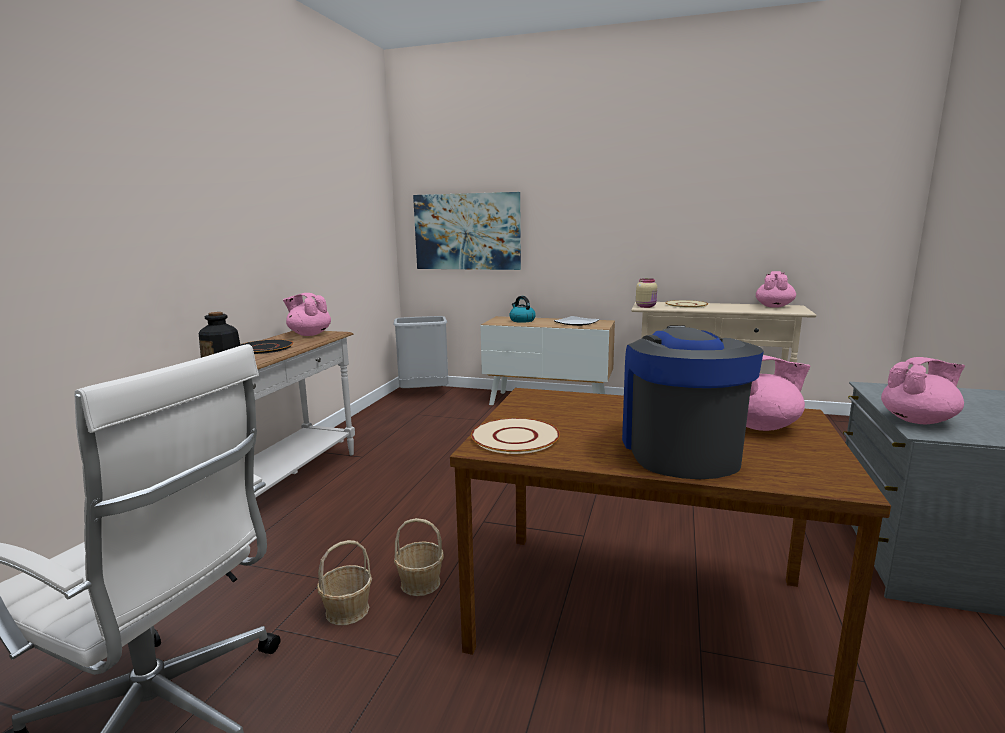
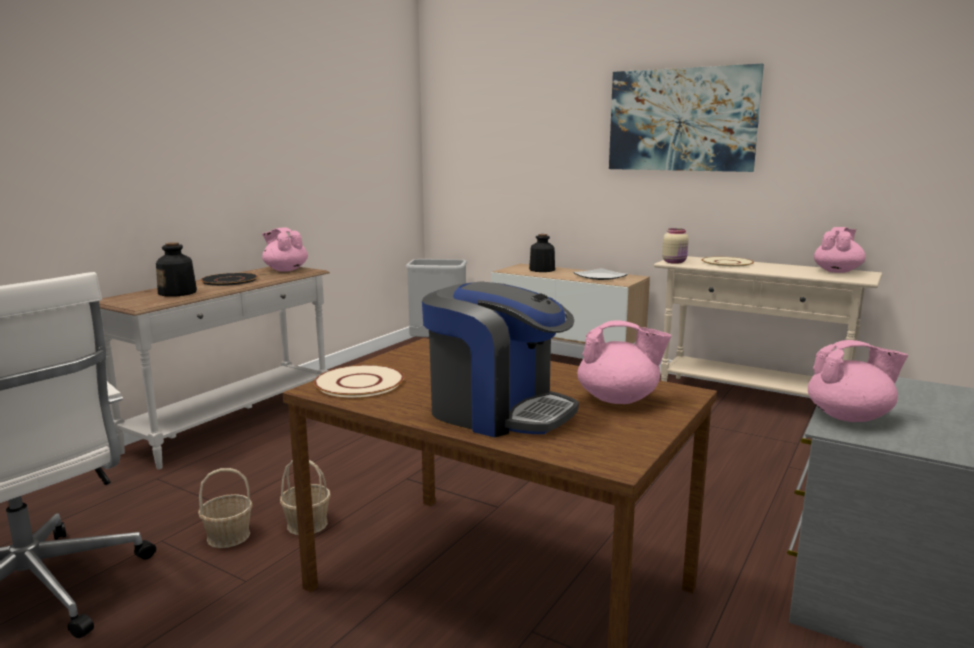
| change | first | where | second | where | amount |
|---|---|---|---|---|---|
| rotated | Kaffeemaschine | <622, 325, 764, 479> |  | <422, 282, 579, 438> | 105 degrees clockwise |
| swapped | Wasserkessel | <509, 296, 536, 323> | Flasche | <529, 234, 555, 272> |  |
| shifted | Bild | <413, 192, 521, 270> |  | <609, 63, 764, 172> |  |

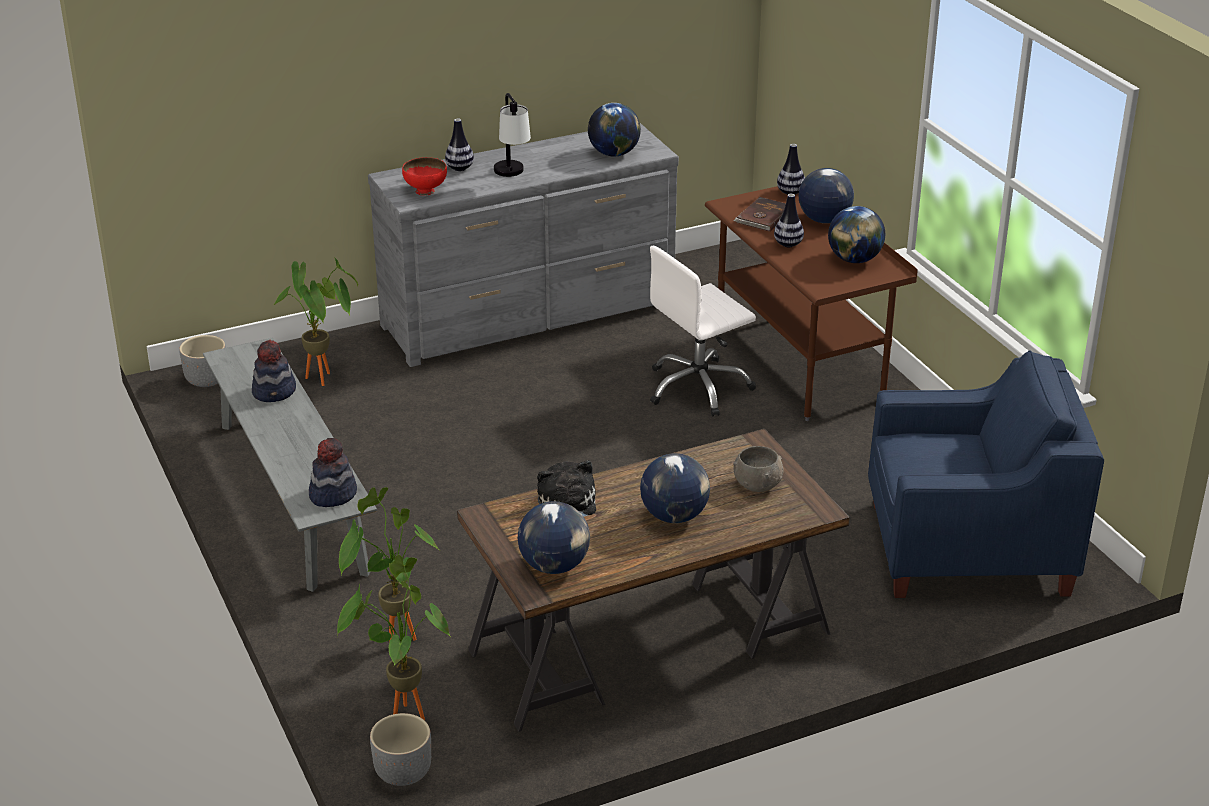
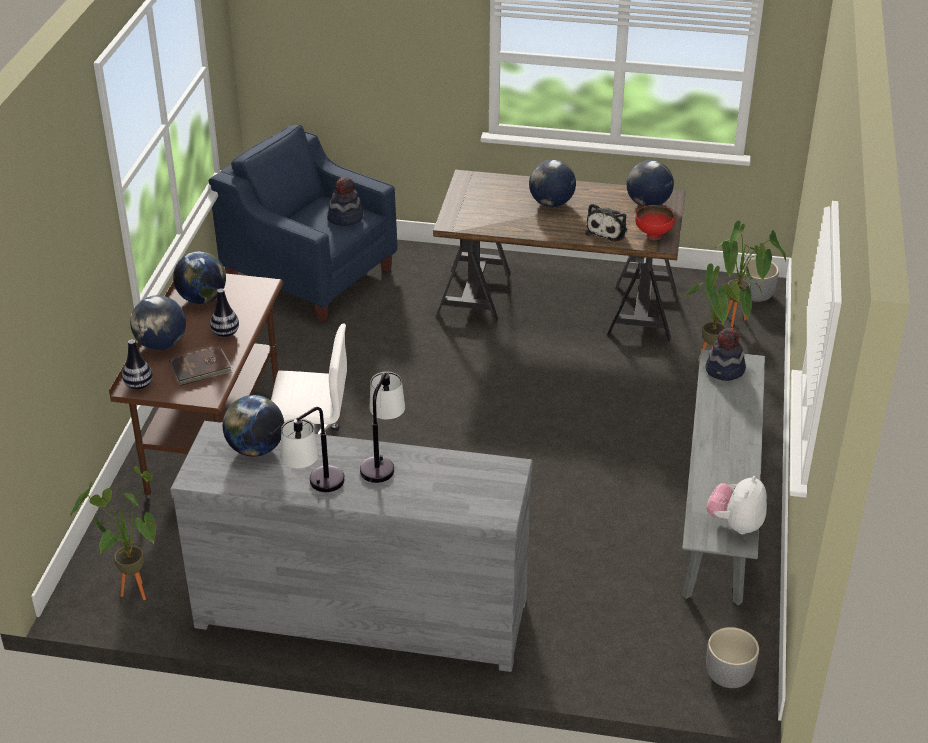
| change | first | where | second | where | amount |
|---|---|---|---|---|---|
| shifted | Topfpflanze | <273, 257, 358, 386> |  | <70, 466, 156, 600> |  |
| new |  |  | Tischlampe | <281, 407, 345, 492> |  |
| shifted | Hut | <252, 339, 296, 402> |  | <327, 177, 363, 226> |  |
| shifted | Schüssel [rot] | <402, 157, 447, 196> |  | <635, 205, 675, 240> |  |
| new |  |  | Plüschtier | <707, 476, 767, 534> |  |
| gone | Vase | <445, 119, 474, 171> |  |  |  |
| gone | Schüssel [grau] | <733, 446, 784, 492> |  |  |  |

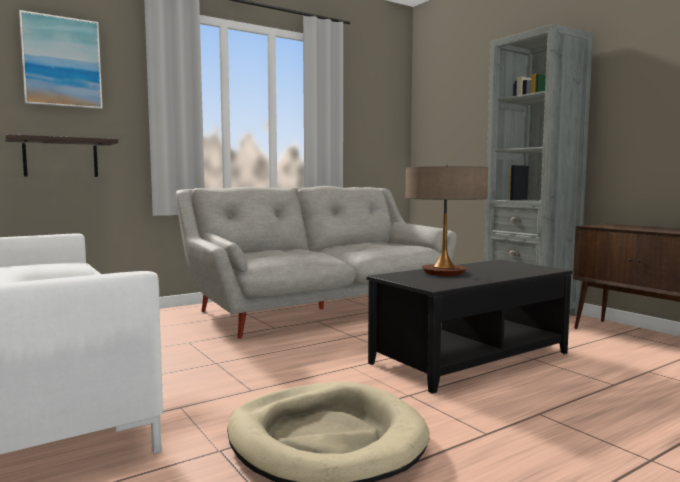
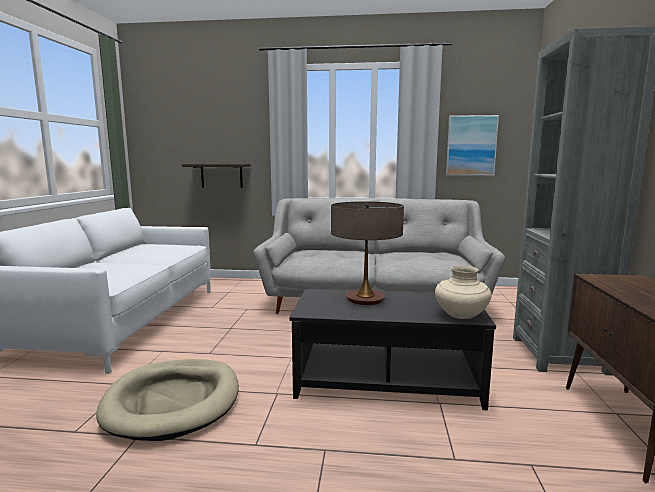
| change | first | where | second | where | amount |
|---|---|---|---|---|---|
| new |  |  | Vase [beige] | <435, 266, 492, 319> |  |
| shifted | Bild | <19, 10, 103, 109> |  | <446, 115, 499, 176> |  |

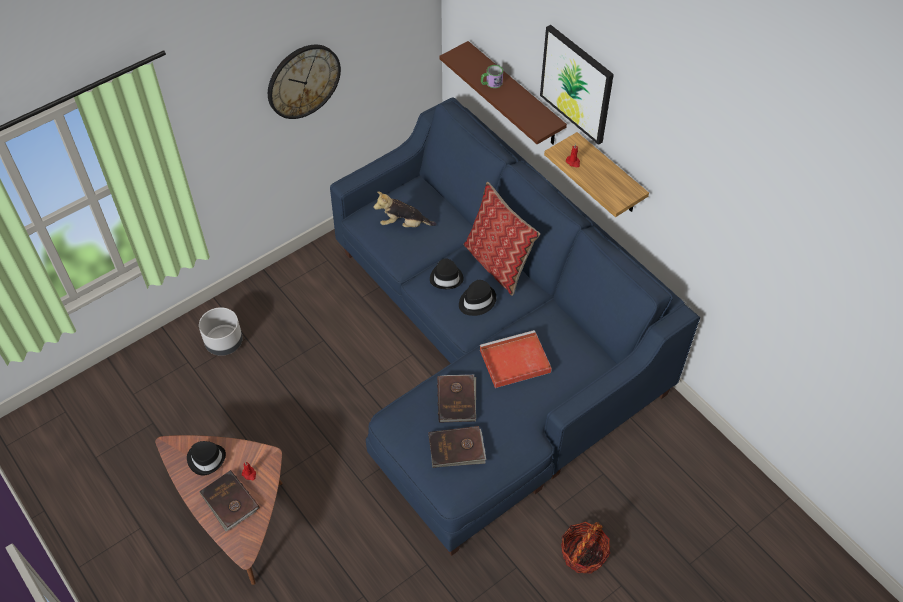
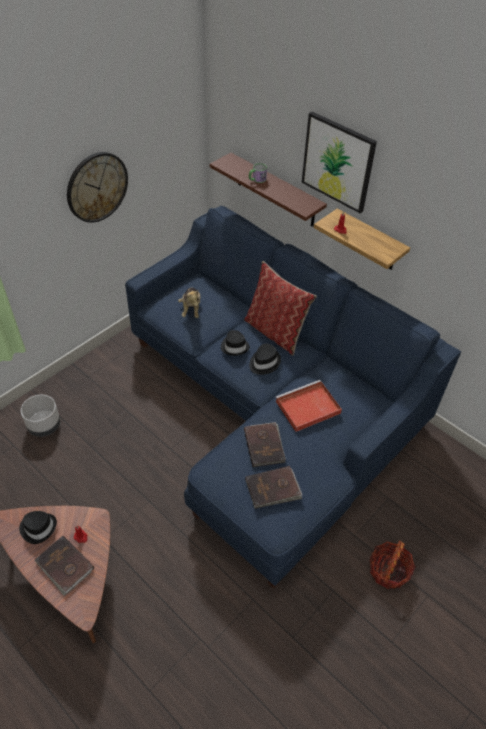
| change | first | where | second | where | amount |
|---|---|---|---|---|---|
| rotated | Plüschtier | <373, 192, 437, 227> |  | <178, 288, 201, 318> | 90 degrees counterclockwise |

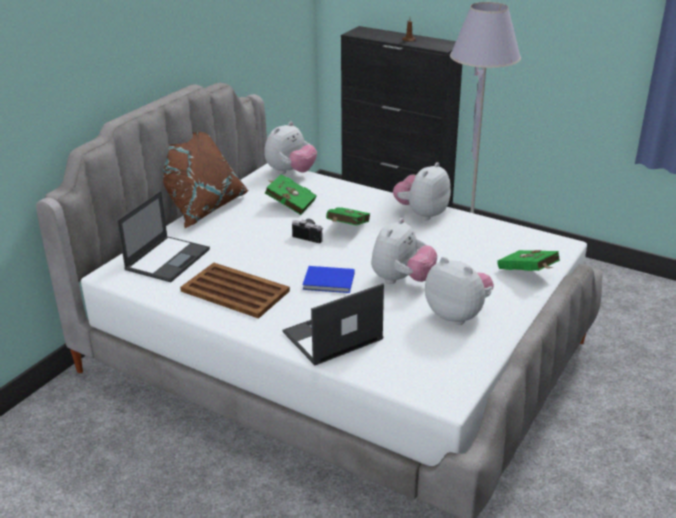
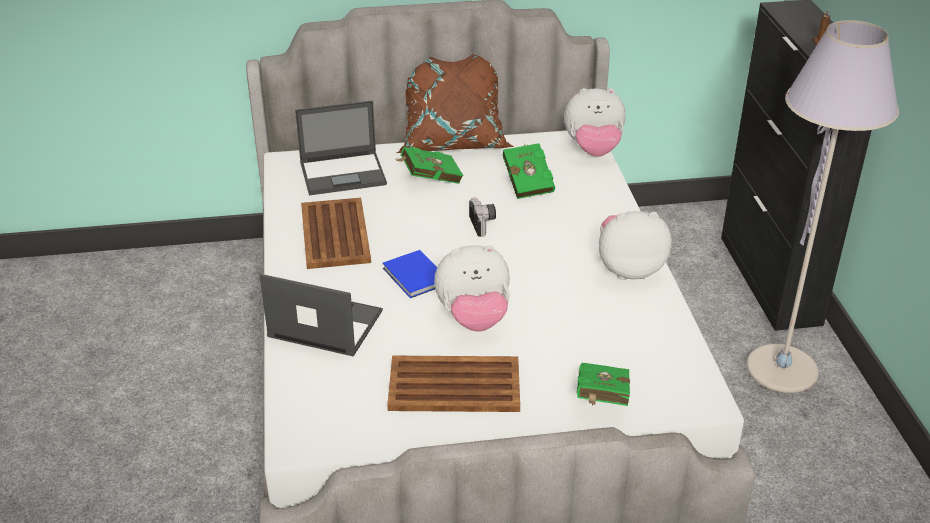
| change | first | where | second | where | amount |
|---|---|---|---|---|---|
| swapped | Plüschtier | <425, 257, 494, 325> | Tablett [braun] | <387, 356, 520, 412> |  |
| shifted | Buch [grün] | <326, 207, 370, 226> |  | <395, 147, 463, 184> |  |

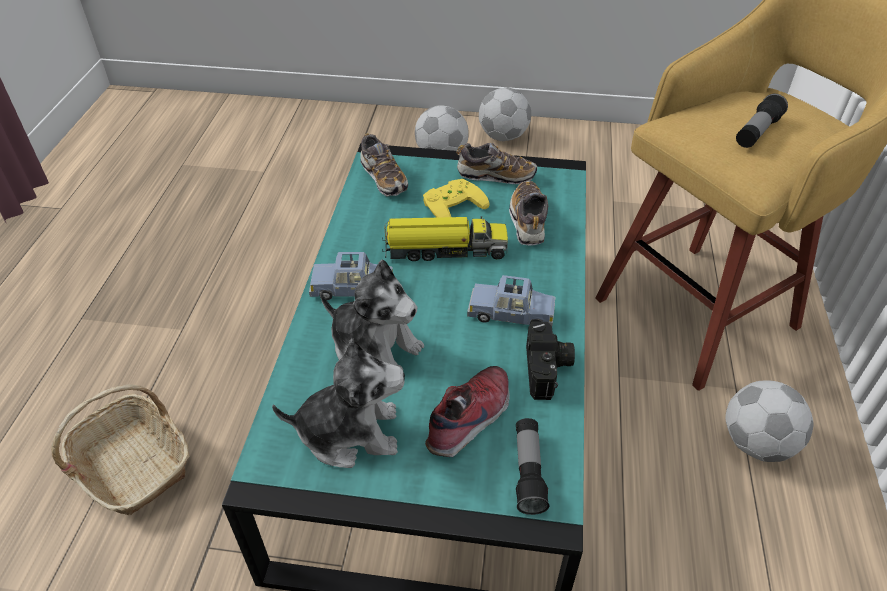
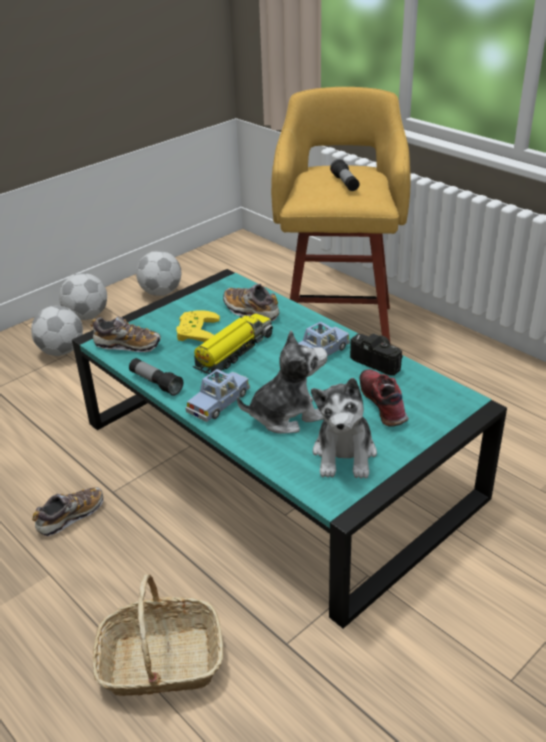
| change | first | where | second | where | amount |
|---|---|---|---|---|---|
| shifted | Schuh | <456, 143, 537, 184> |  | <32, 487, 103, 536> |  |
| shifted | Taschenlampe | <516, 418, 549, 515> |  | <129, 358, 183, 396> |  |
| shifted | Fußball | <725, 380, 814, 462> |  | <136, 251, 182, 296> |  |
| rotated | Plüschtier | <272, 338, 405, 468> |  | <311, 378, 377, 479> | 150 degrees clockwise |

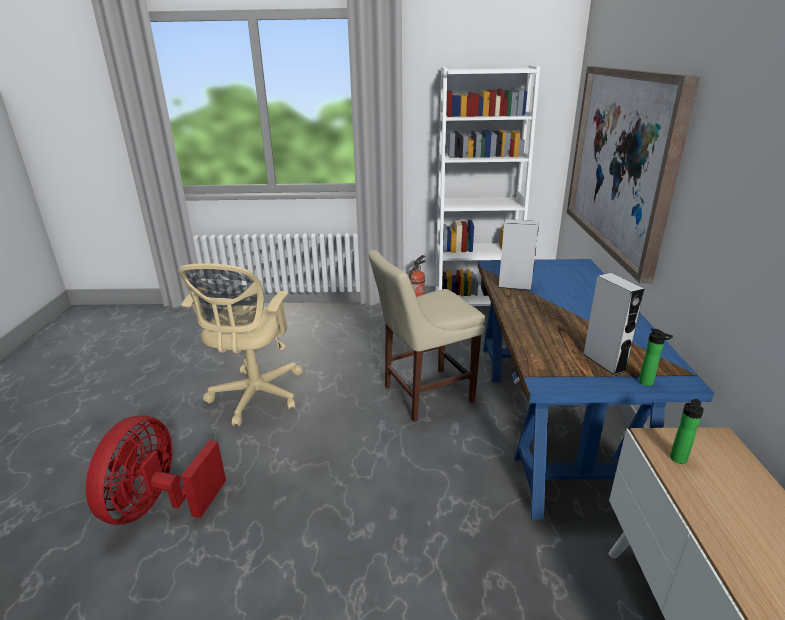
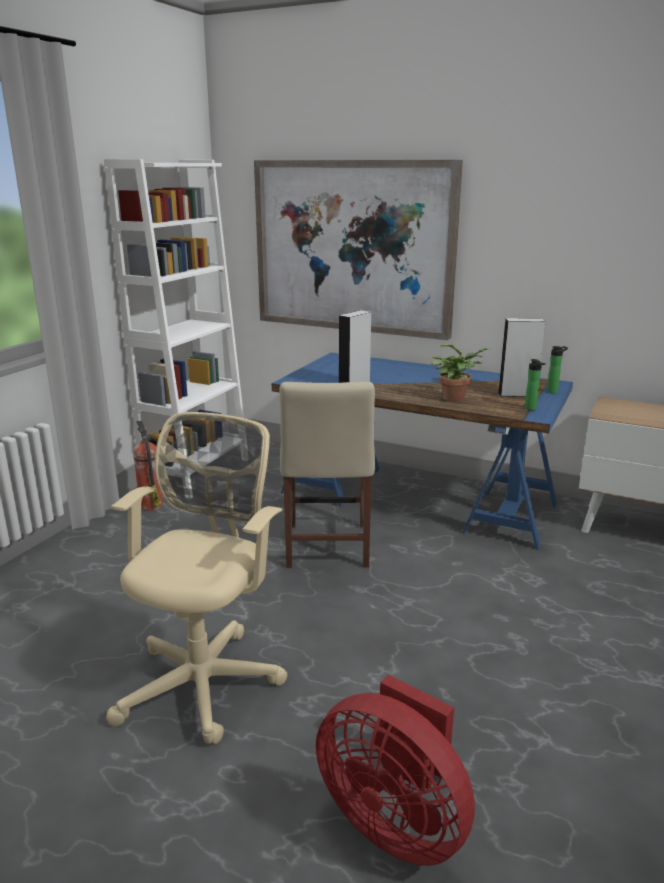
| change | first | where | second | where | amount |
|---|---|---|---|---|---|
| rotated | Bürostuhl [beige] | <178, 263, 303, 426> |  | <106, 412, 287, 744> | 105 degrees counterclockwise |
| new |  |  | Topfpflanze | <431, 344, 491, 402> |  |
| shifted | Flasche | <670, 399, 704, 464> |  | <525, 359, 546, 410> |  |

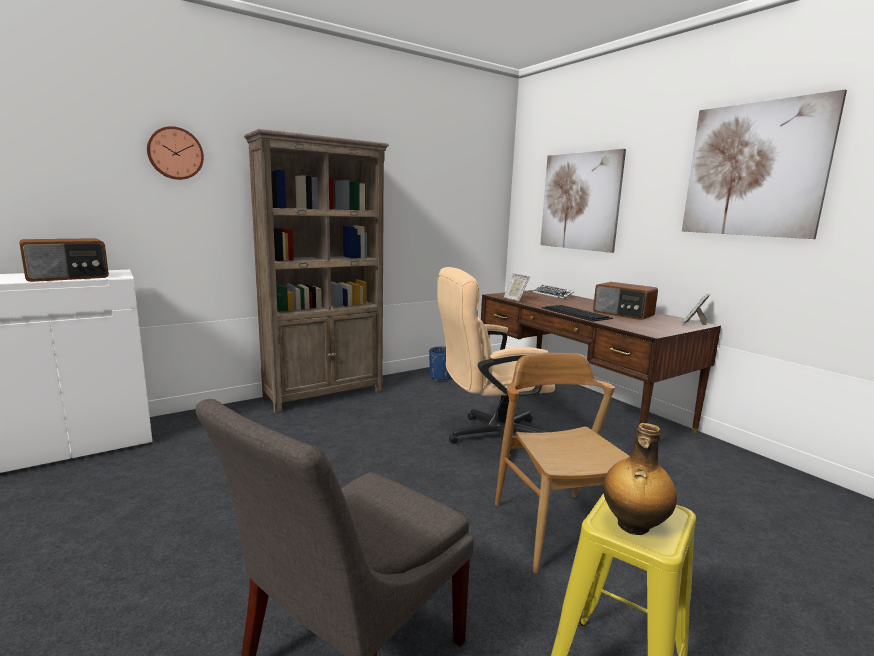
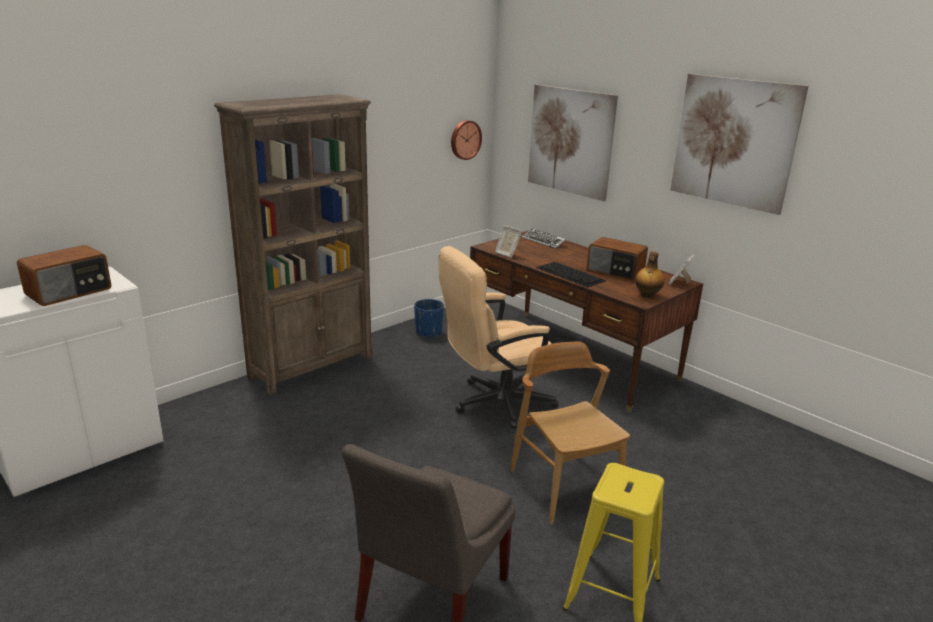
| change | first | where | second | where | amount |
|---|---|---|---|---|---|
| shifted | Wanduhr | <147, 126, 204, 180> |  | <451, 120, 482, 160> |  |
| shifted | Flasche | <603, 423, 677, 535> |  | <635, 251, 665, 298> |  |

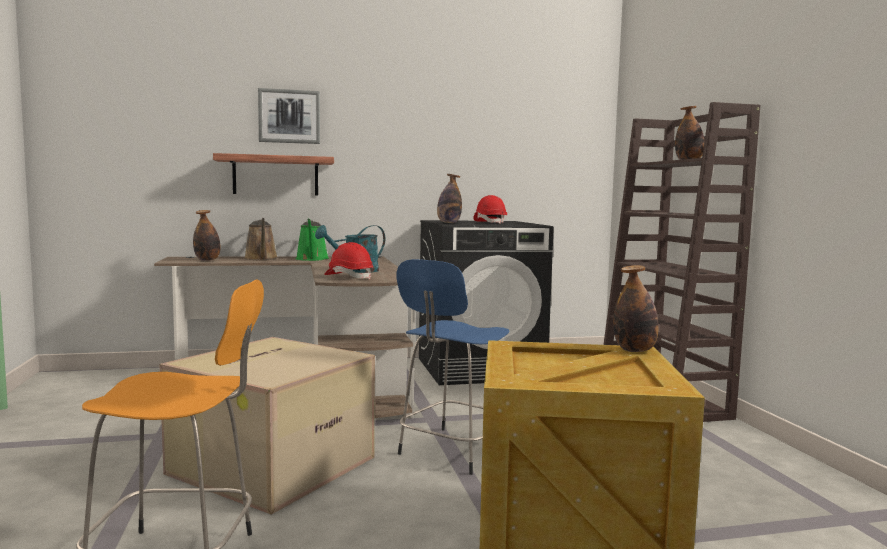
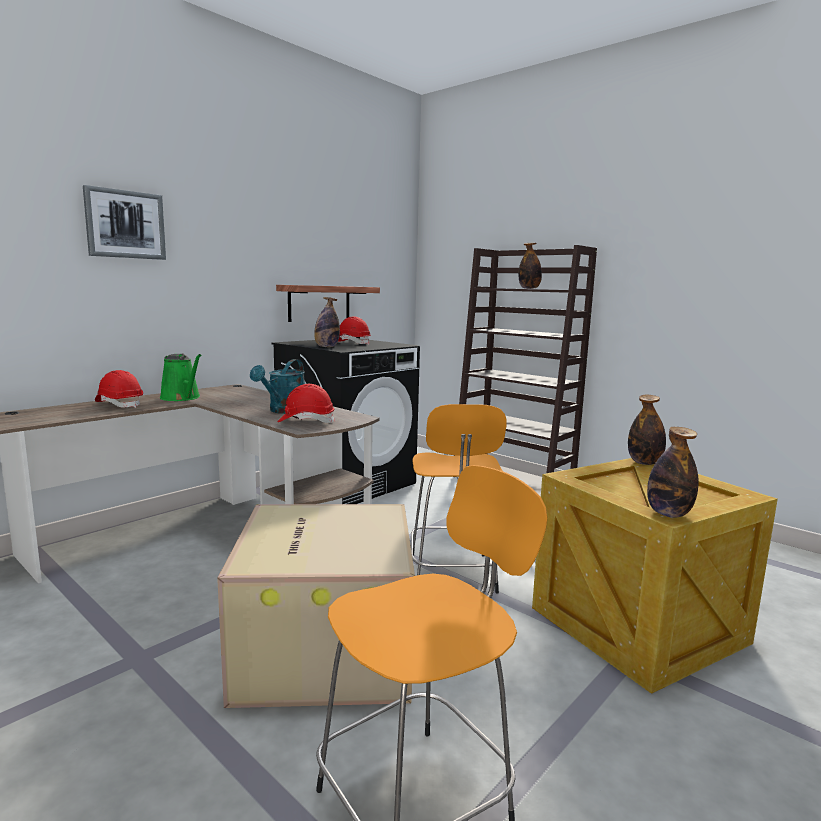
| change | first | where | second | where | amount |
|---|---|---|---|---|---|
| swapped | Gießkanne [braun] | <244, 218, 278, 260> | Schutzhelm [rot] | <95, 370, 143, 408> |  |
| shifted | Wandregal | <213, 153, 334, 195> |  | <276, 285, 380, 322> |  |
| repainted | Hocker [blau] | <396, 259, 510, 475> | Hocker [orange] | <411, 404, 507, 594> |  |
| shifted | Flasche | <193, 210, 220, 261> |  | <647, 427, 699, 518> |  |

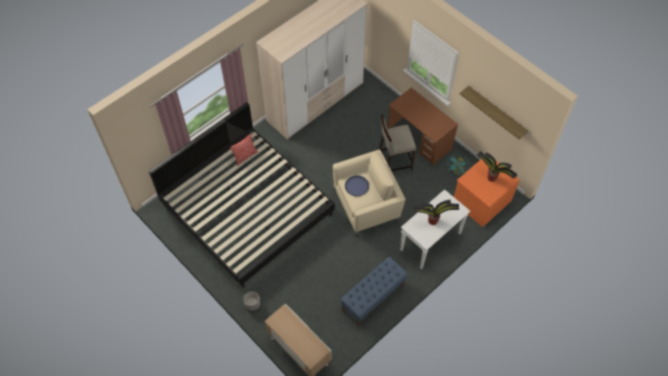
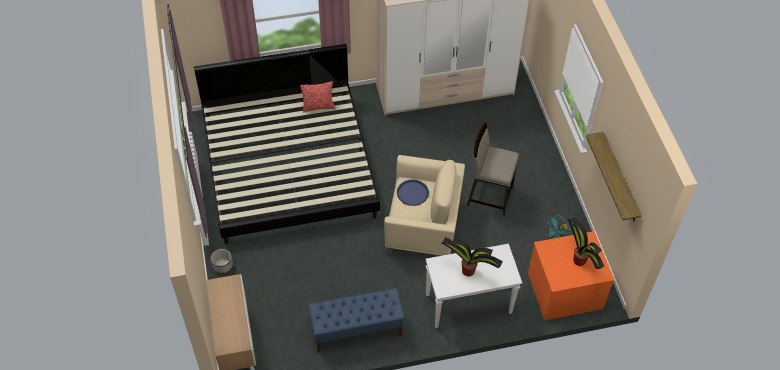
| change | first | where | second | where | amount |
|---|---|---|---|---|---|
| gone | Schreibtisch [braun] | <388, 88, 458, 166> |  |  |  |

